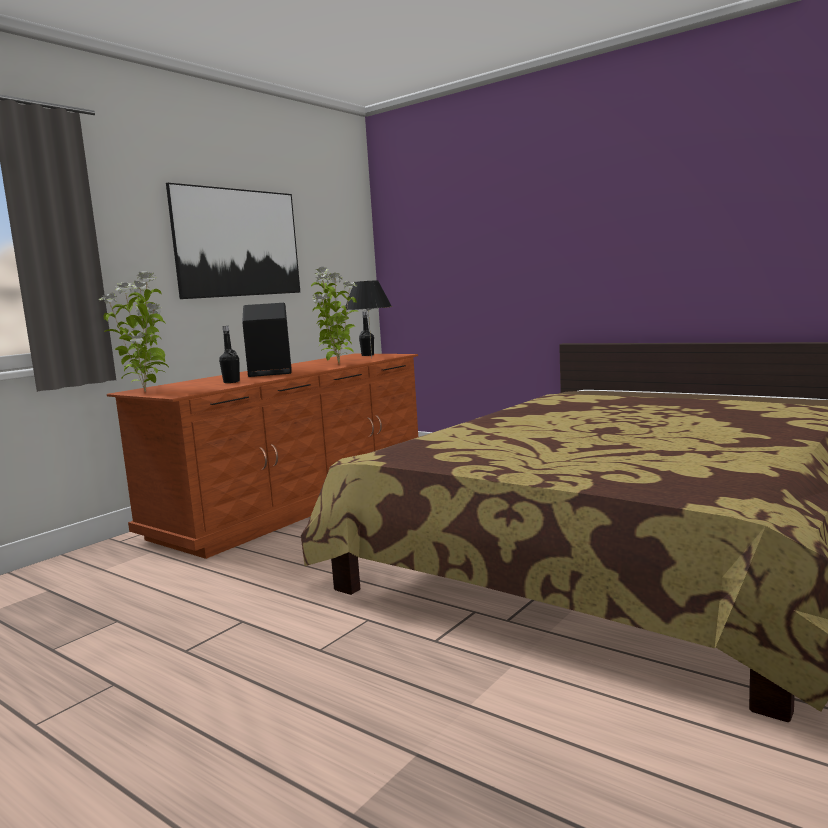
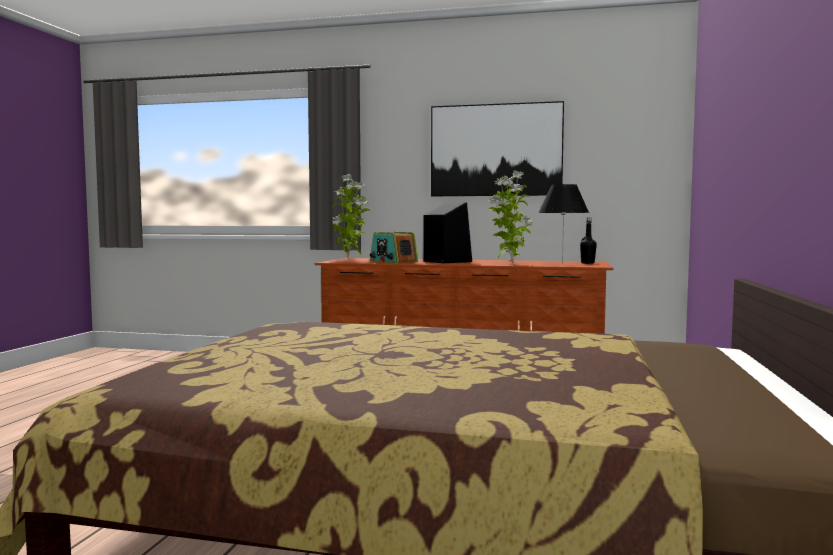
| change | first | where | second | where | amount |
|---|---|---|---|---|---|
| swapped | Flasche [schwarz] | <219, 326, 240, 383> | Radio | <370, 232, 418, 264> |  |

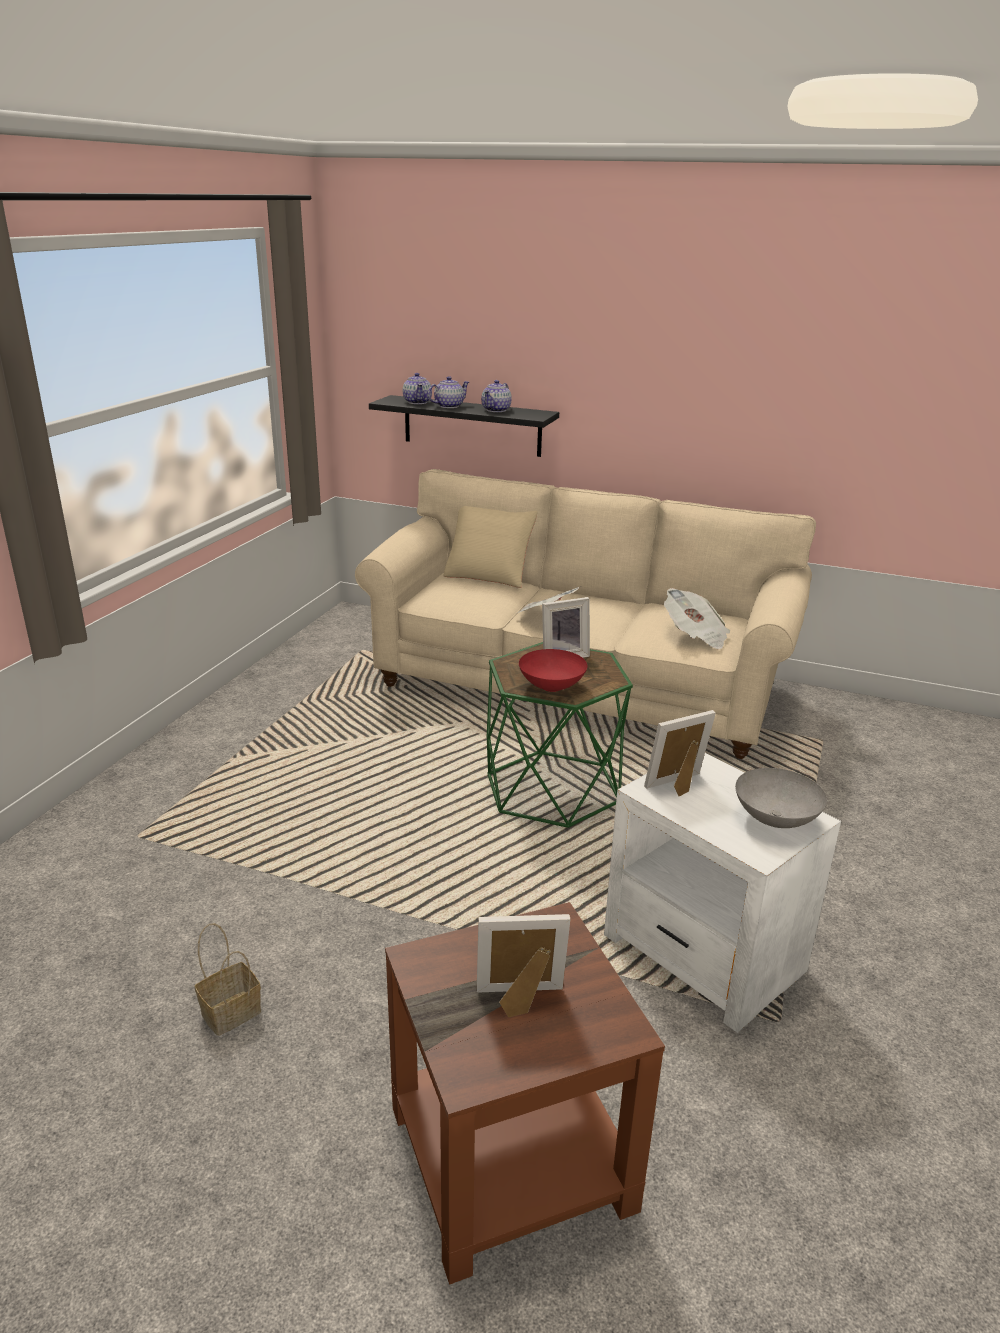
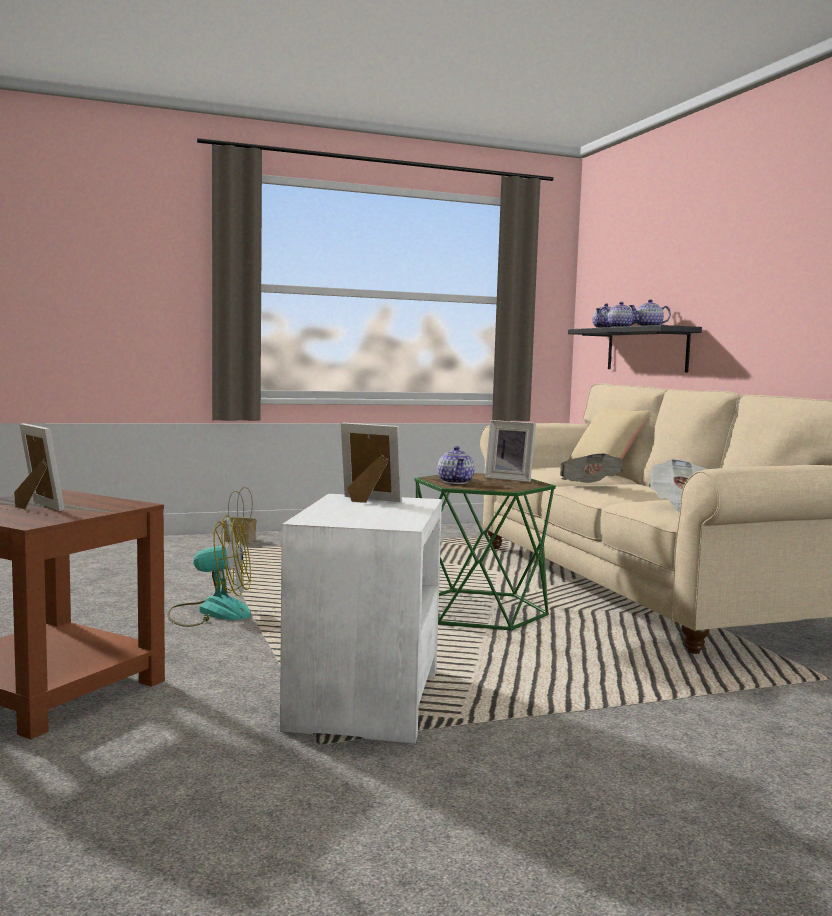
| change | first | where | second | where | amount |
|---|---|---|---|---|---|
| new |  |  | Ventilator | <167, 515, 251, 627> |  |
| shifted | Korb | <195, 923, 261, 1036> |  | <223, 487, 257, 543> |  |
| swapped | Schüssel [rot] | <519, 649, 587, 692> | Teekanne | <438, 446, 475, 484> |  |
| gone | Schüssel [grau] | <735, 768, 827, 828> |  |  |  |

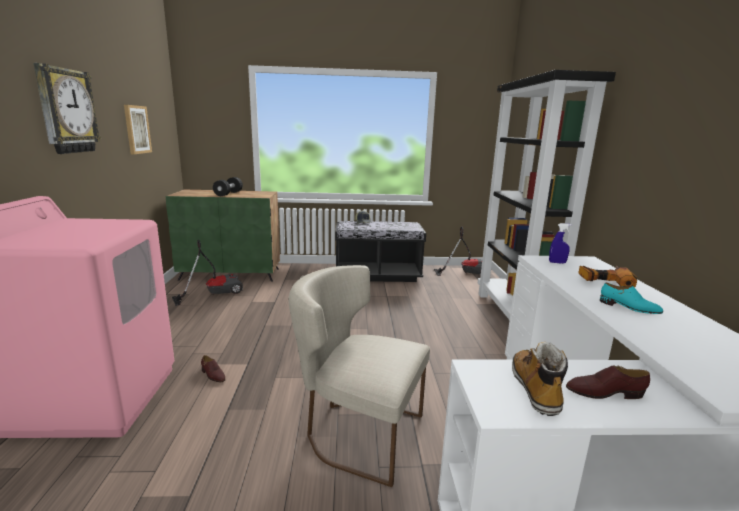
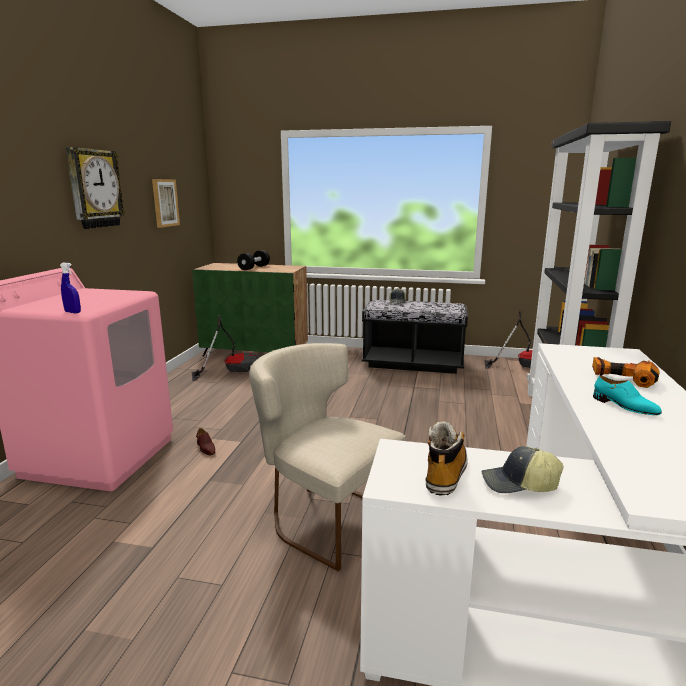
| change | first | where | second | where | amount |
|---|---|---|---|---|---|
| shifted | Sprühflasche [blau] | <549, 223, 572, 264> |  | <60, 263, 81, 313> |  |
| swapped | Schuh [braun] | <566, 366, 650, 399> | Kappe | <482, 446, 563, 493> |  |

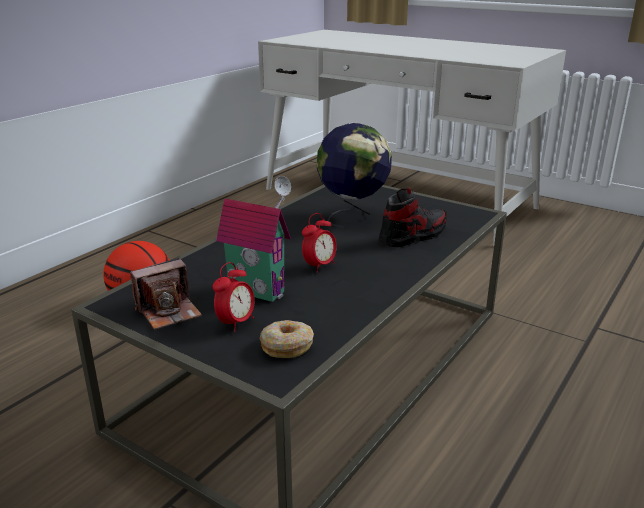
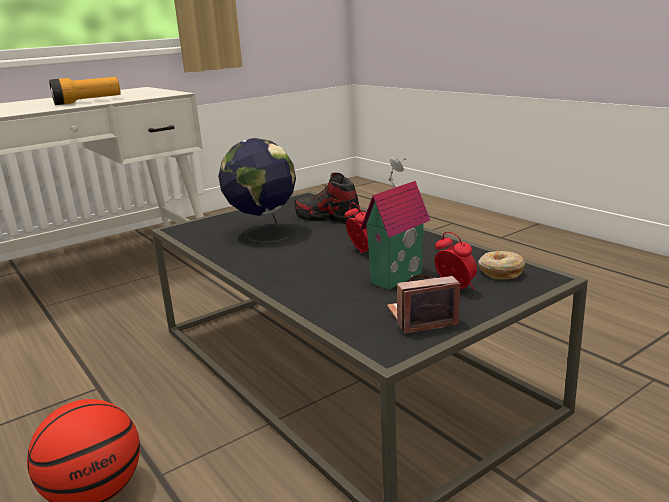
| change | first | where | second | where | amount |
|---|---|---|---|---|---|
| new |  |  | Taschenlampe | <49, 77, 120, 105> |  |
| rotated | Schuh | <379, 188, 447, 247> |  | <294, 173, 362, 224> | 45 degrees counterclockwise |
| rotated | Kamera | <130, 258, 202, 330> |  | <387, 275, 460, 333> | 90 degrees counterclockwise |

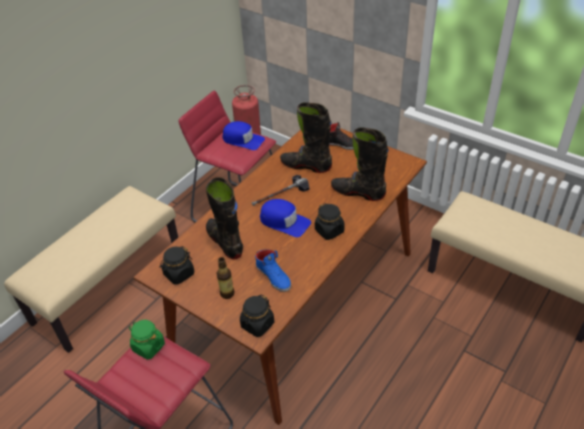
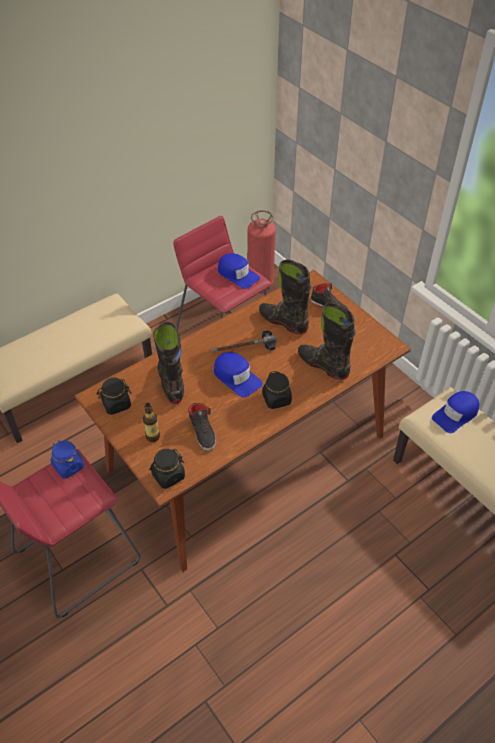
| change | first | where | second | where | amount |
|---|---|---|---|---|---|
| repainted | Vorratsglas [grün] | <129, 320, 165, 360> | Vorratsglas [blau] | <51, 440, 84, 479> |  |
| repainted | Schuh [blau] | <255, 249, 291, 292> | Schuh [schwarz] | <188, 403, 216, 451> |  |
| new |  |  | Kappe [blau] | <432, 391, 479, 433> |  |

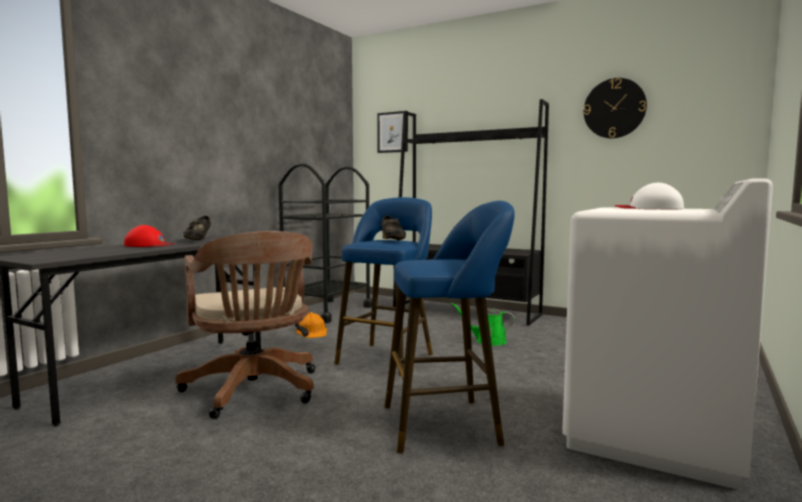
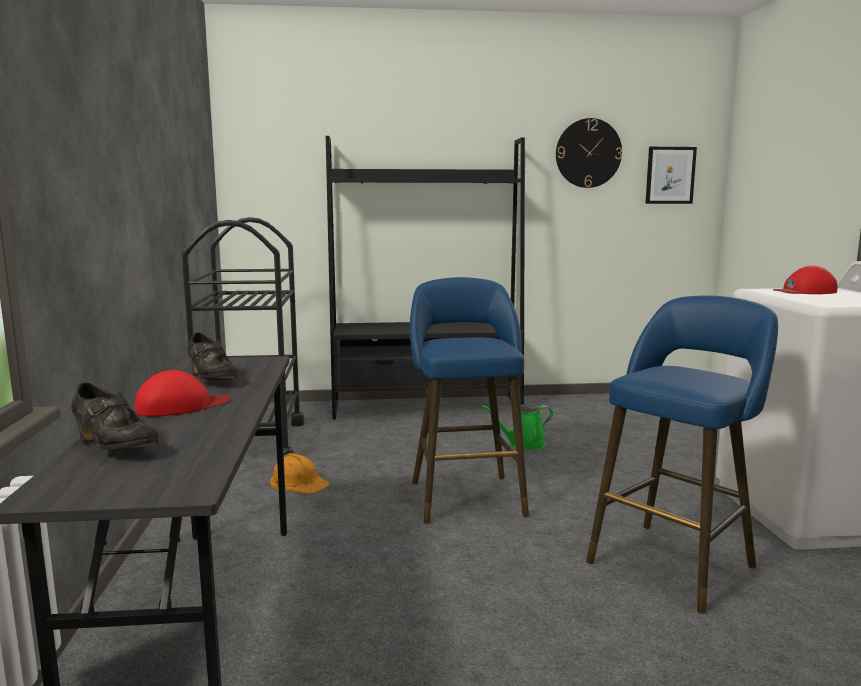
| change | first | where | second | where | amount |
|---|---|---|---|---|---|
| shifted | Schuh [schwarz] | <381, 215, 406, 240> |  | <71, 383, 158, 450> |  |
| shifted | Bild | <377, 111, 408, 153> |  | <645, 147, 697, 204> |  |
| repainted | Kappe [weiß] | <614, 183, 684, 209> | Kappe [rot] | <773, 266, 837, 294> |  |
| gone | Bürostuhl [braun] | <175, 231, 316, 419> |  |  |  |

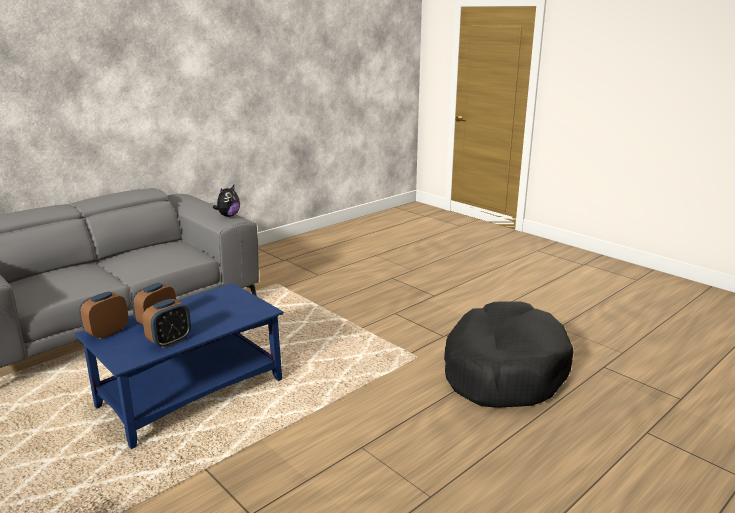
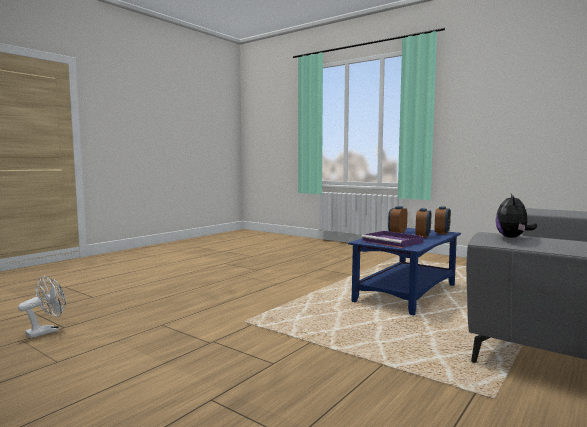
| change | first | where | second | where | amount |
|---|---|---|---|---|---|
| new |  |  | Ventilator [weiß] | <18, 276, 66, 338> |  |
| new |  |  | Tablett [lila] | <361, 231, 424, 248> |  |
| gone | Hundebett [schwarz] | <444, 301, 574, 408> |  |  |  |

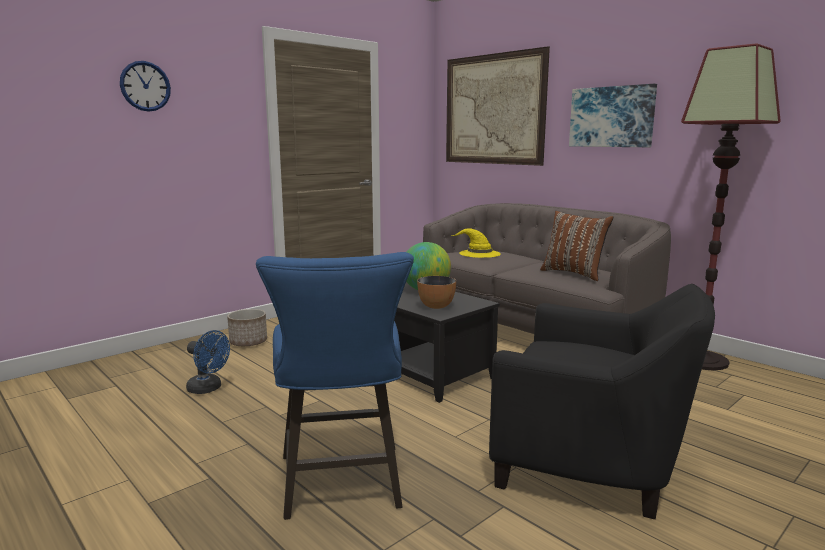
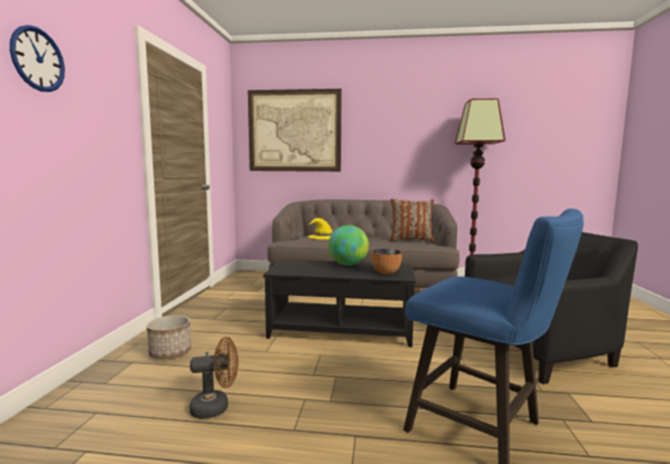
| change | first | where | second | where | amount |
|---|---|---|---|---|---|
| repainted | Ventilator [blau] | <186, 330, 230, 394> | Ventilator [braun] | <189, 337, 238, 419> |  |
| gone | Bild | <569, 84, 657, 147> |  |  |  |

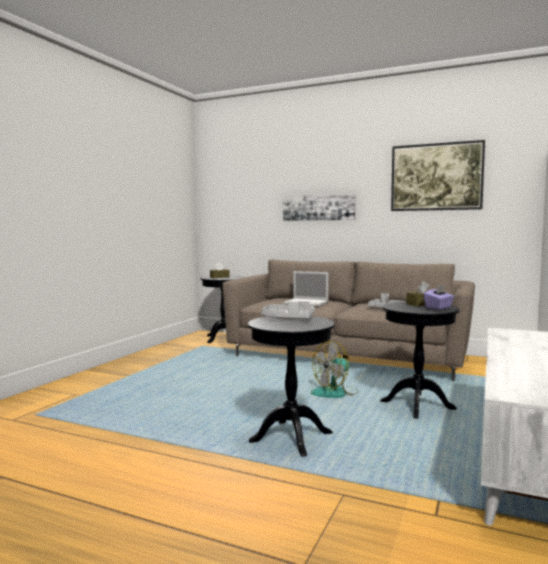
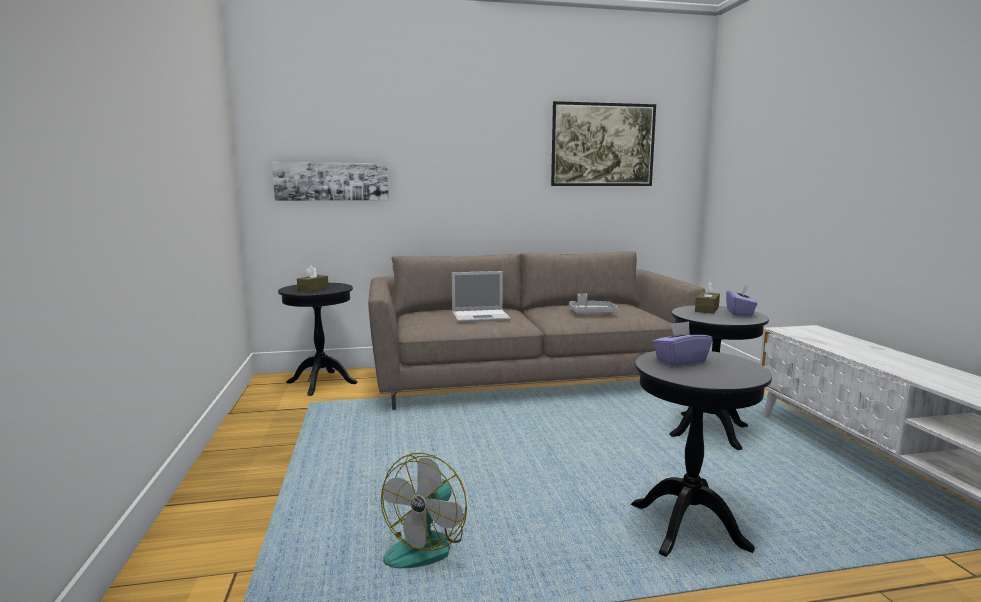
| change | first | where | second | where | amount |
|---|---|---|---|---|---|
| shifted | Bild | <283, 194, 356, 221> |  | <272, 162, 389, 201> |  |
| shifted | Ventilator | <311, 340, 357, 398> |  | <381, 453, 467, 568> |  |
| swapped | Tablett [grau] | <261, 301, 315, 320> | Taschentuchbox [lila] | <653, 321, 712, 366> |  |

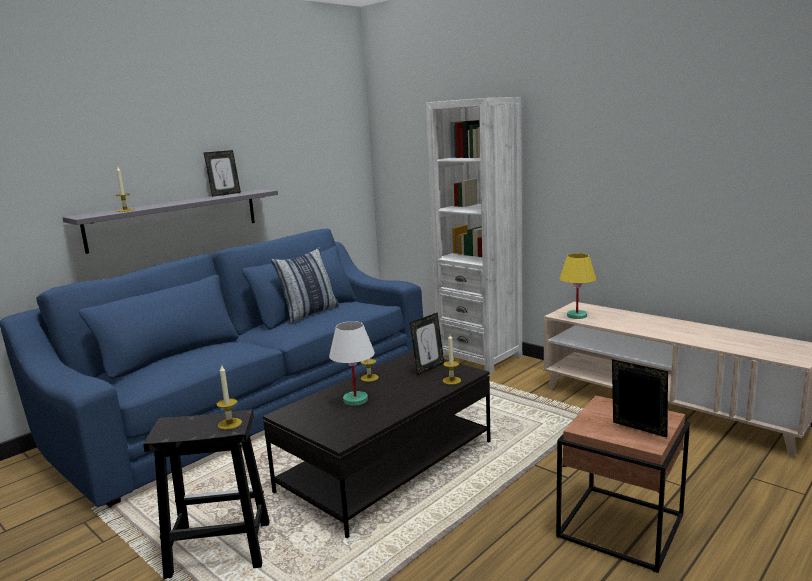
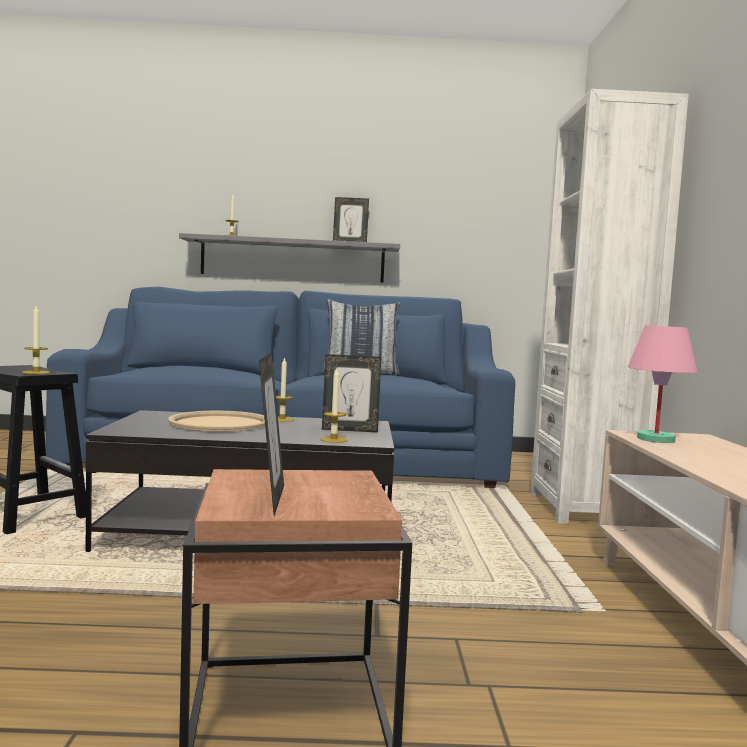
| change | first | where | second | where | amount |
|---|---|---|---|---|---|
| swapped | Tischlampe [weiß] | <329, 321, 375, 406> | Tablett [beige] | <168, 411, 265, 431> |  |
| repainted | Tischlampe [gelb] | <559, 253, 596, 319> | Tischlampe [rosa] | <628, 325, 698, 443> |  |

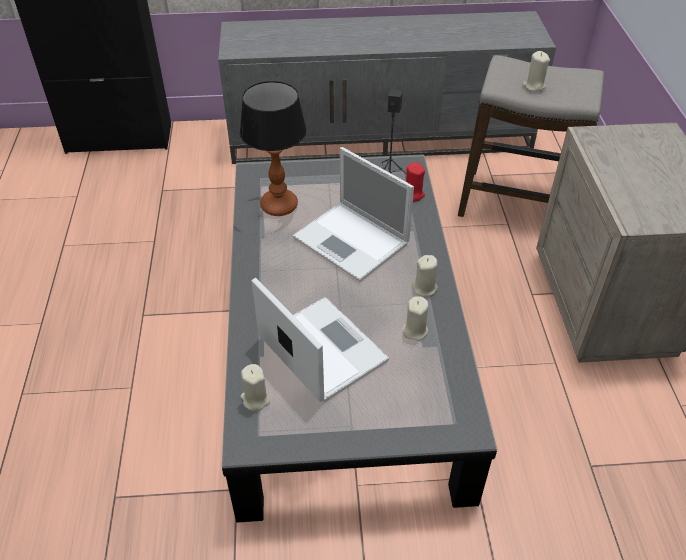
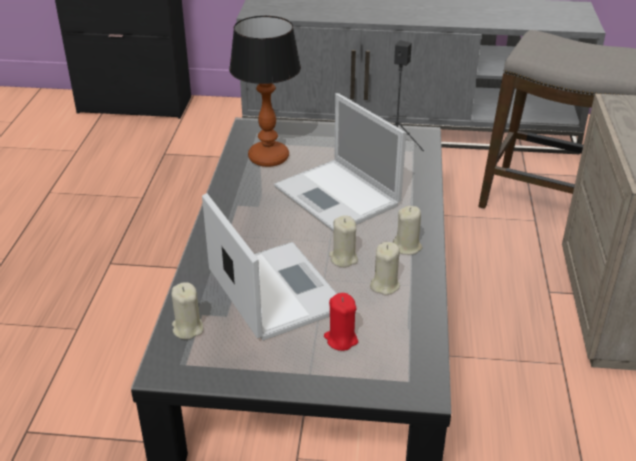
| change | first | where | second | where | amount |
|---|---|---|---|---|---|
| shifted | Kerze [rot] | <406, 162, 425, 202> |  | <324, 293, 358, 351> |  |
| shifted | Kerze [beige] | <522, 51, 550, 92> |  | <329, 215, 358, 267> |  |

